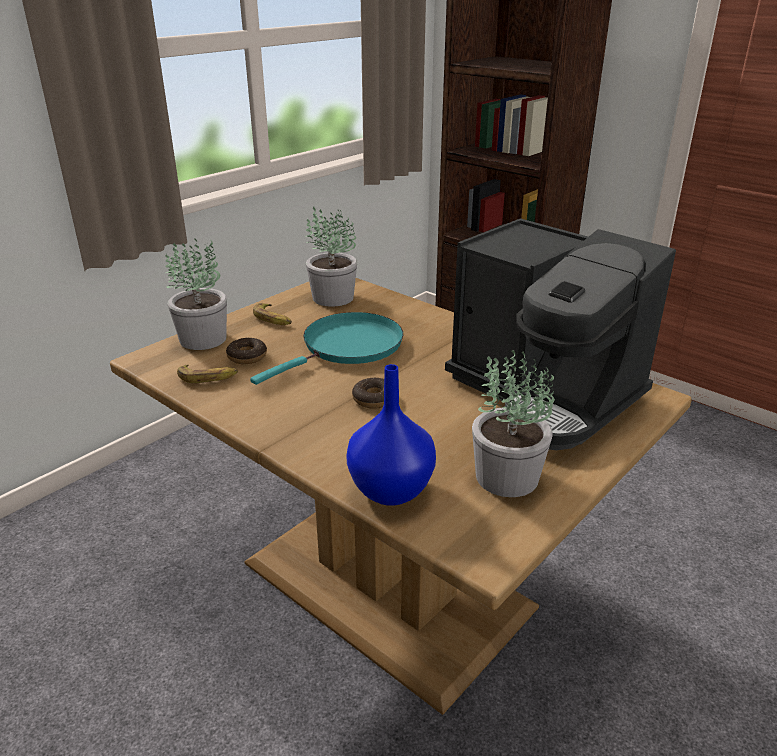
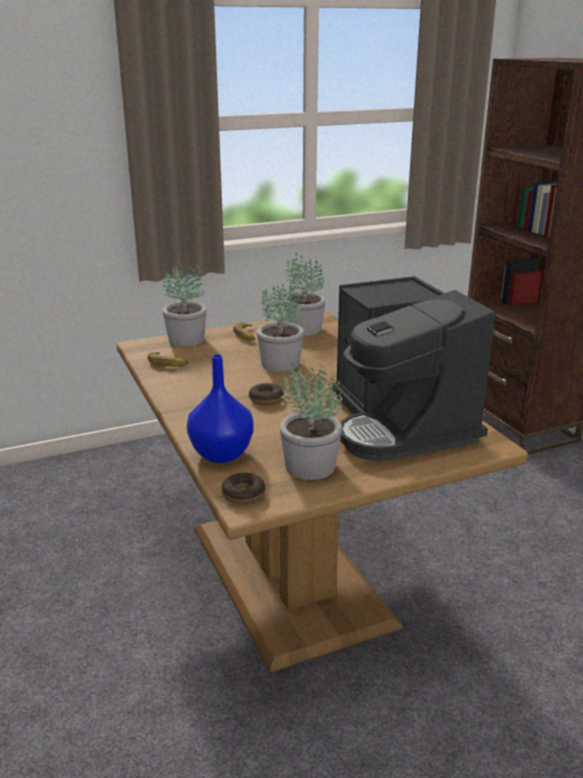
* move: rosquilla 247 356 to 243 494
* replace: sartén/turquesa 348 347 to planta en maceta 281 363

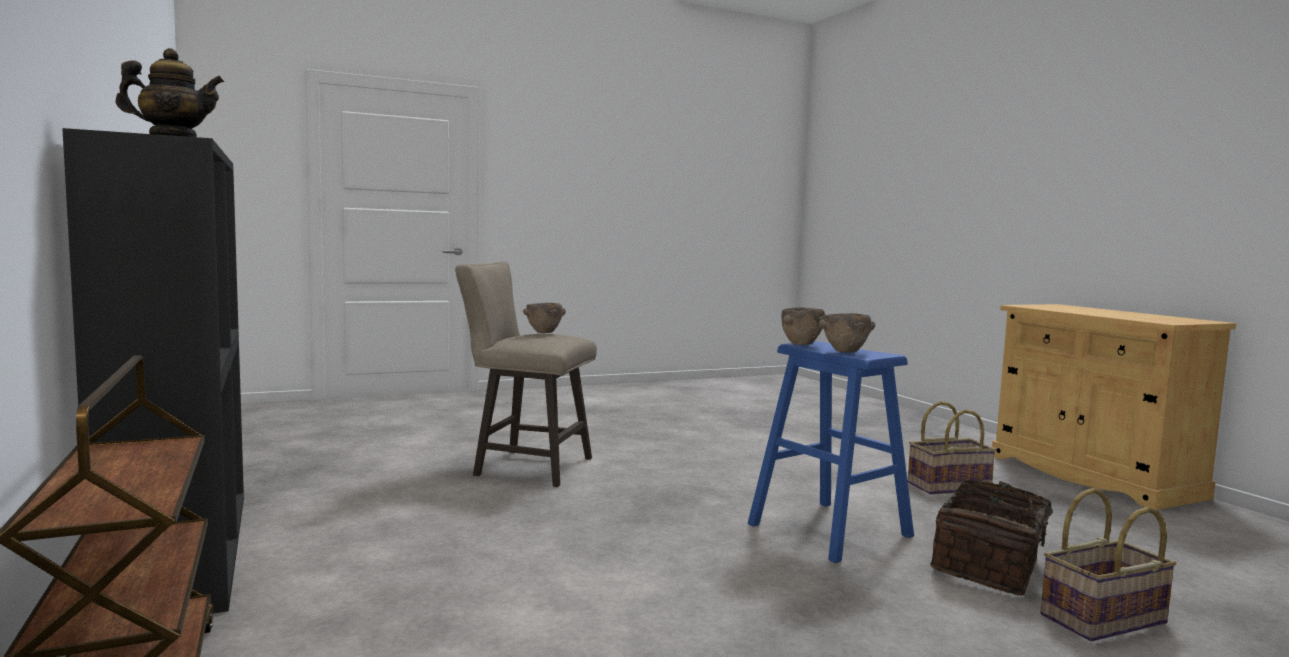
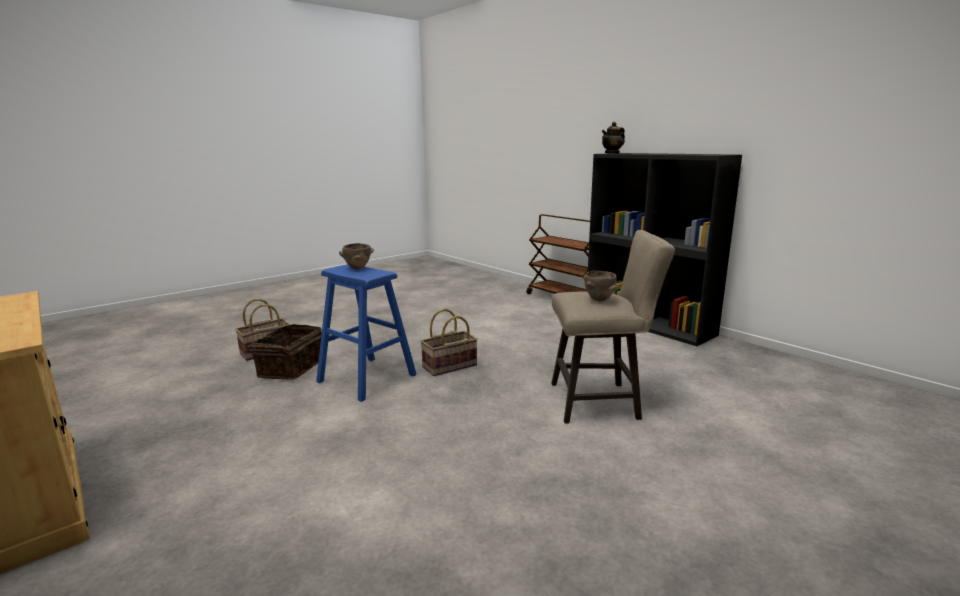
* delete: cuenco/marrón 801 345
* move: cesta 948 486 to 450 366

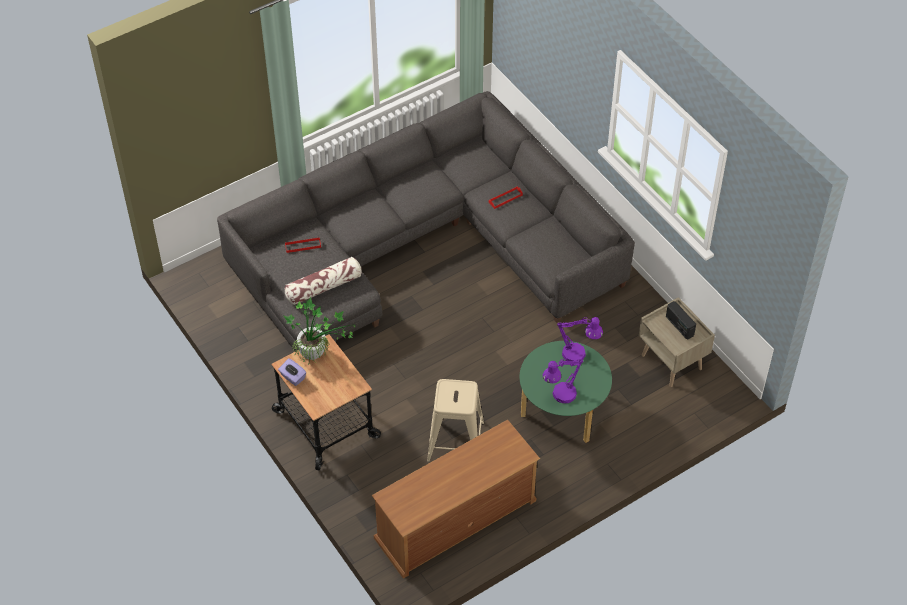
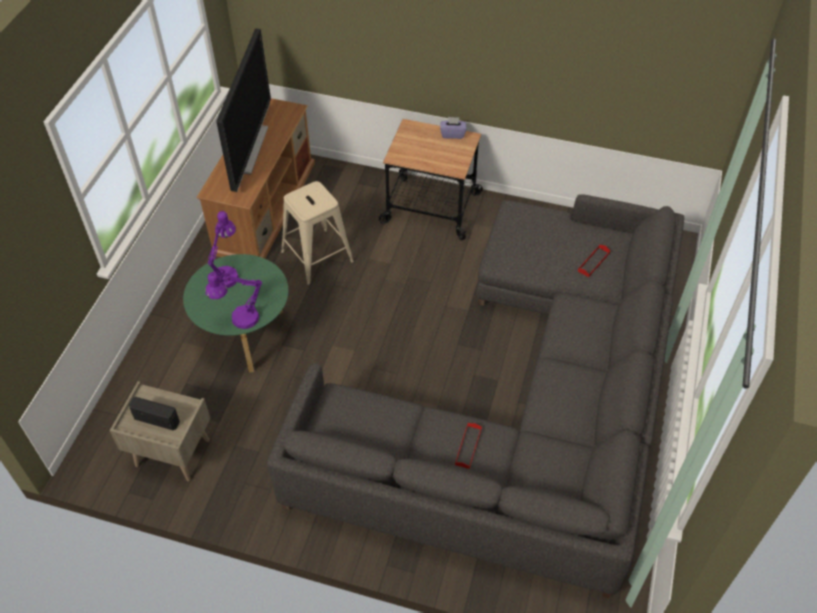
* delete: planta en maceta 318 352
* delete: cojín 324 287
* insert: televisor 249 149

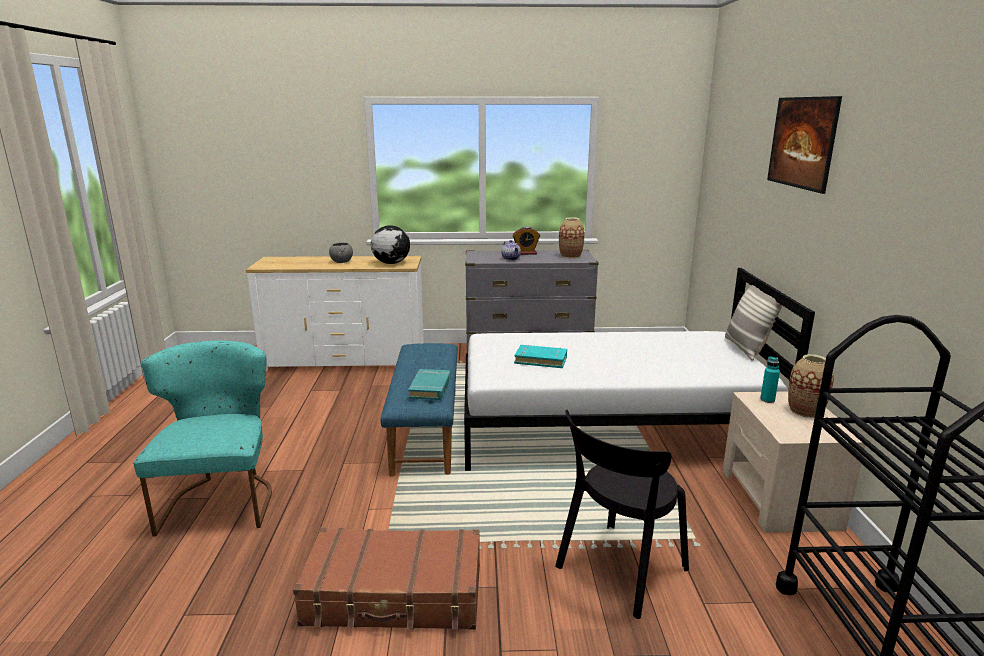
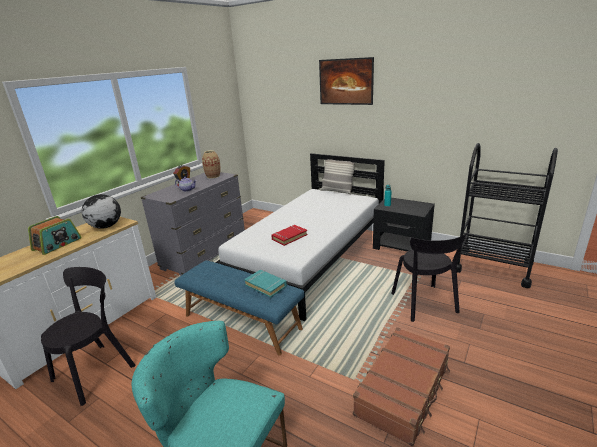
* delete: florero 805 411
* insert: silla/negro 97 370
* replace: cuenco/gris 342 262 to radio 57 244
* recolor: libro/turquesa 541 360 to libro/rojo 289 237
* recolor: mesita de noche/beis 779 499 to mesita de noche/negro 402 246

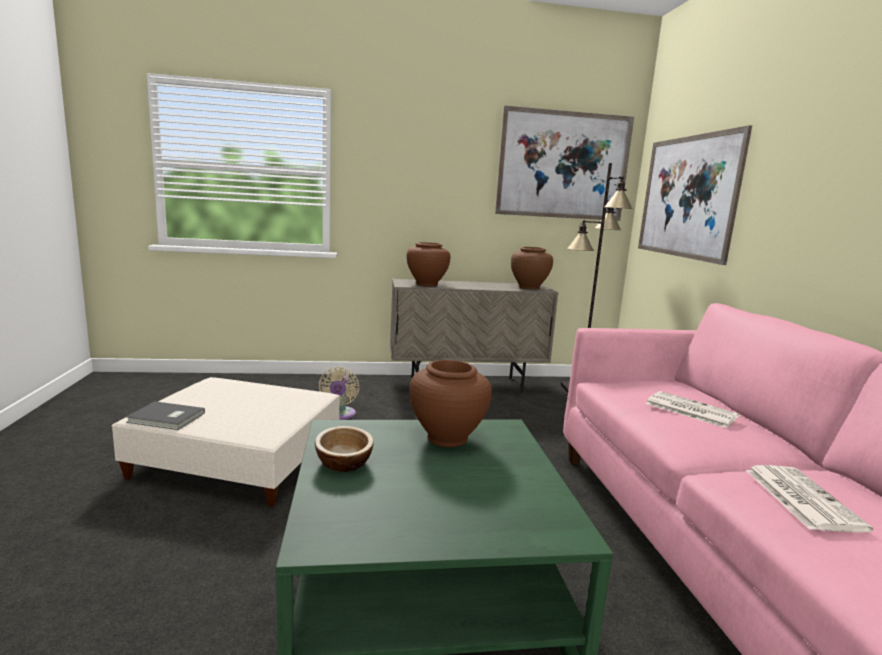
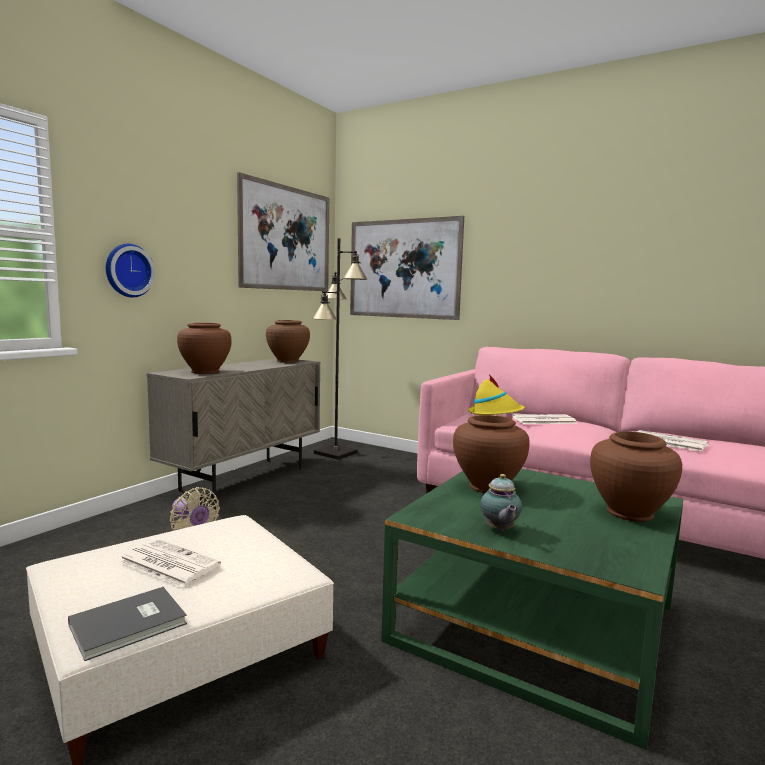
* insert: reloj de pared 127 270
* insert: periódico 167 563
* insert: sombrero/amarillo 495 414
* insert: florero/marrón 629 513
* replace: cuenco 343 463 to tetera 499 530

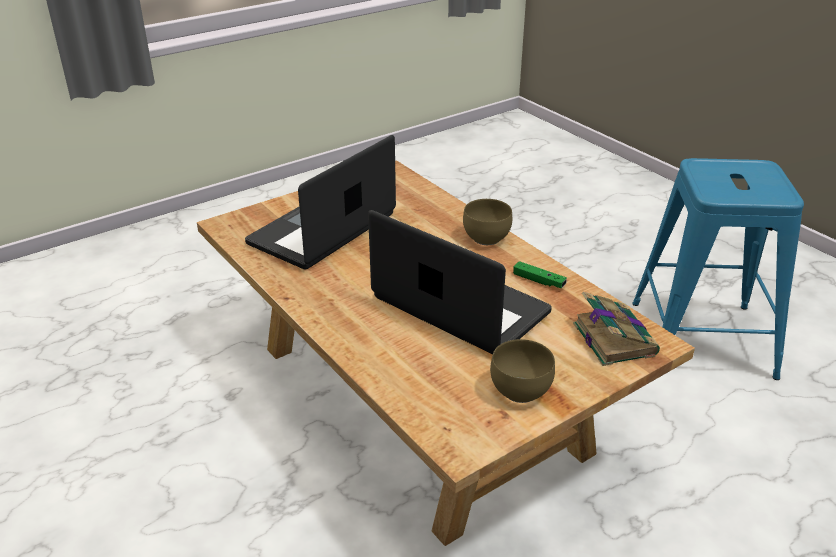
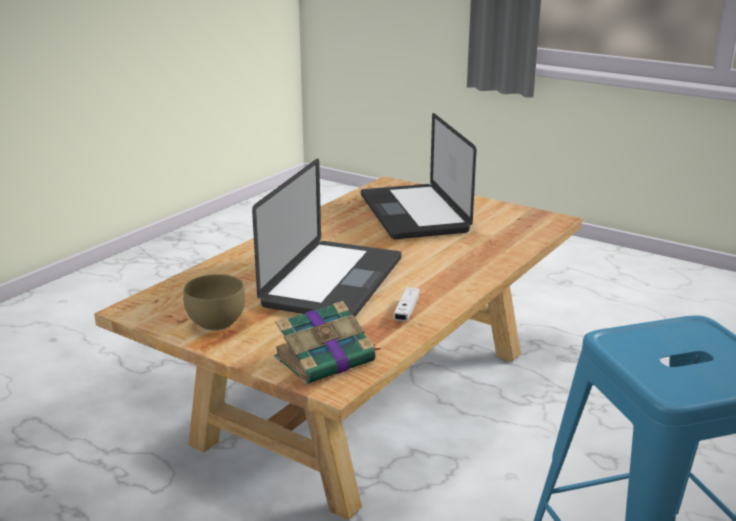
* delete: cuenco/marrón 488 239
* recolor: mando de consola/verde 539 281 to mando de consola/blanco 406 311
* rotate: portátil 322 229 = 413 213 120 degrees counterclockwise

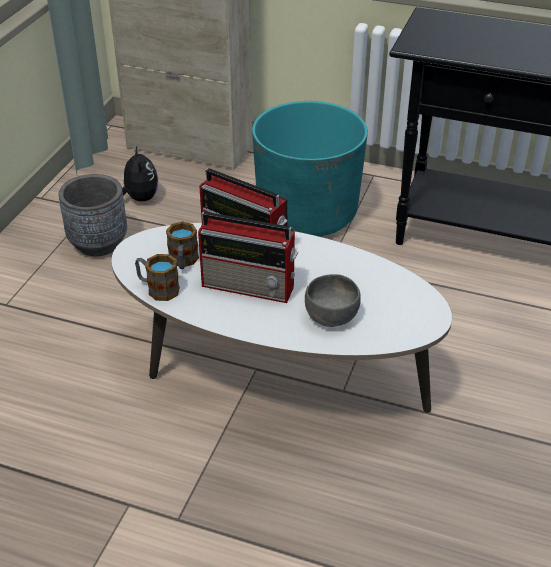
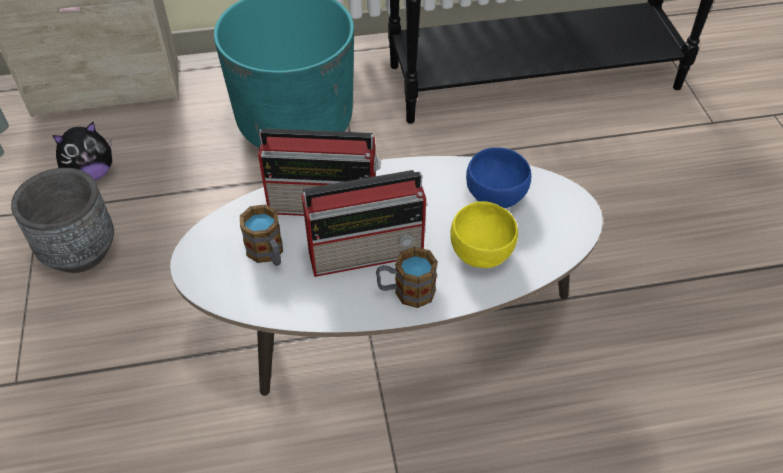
* insert: cuenco/azul 496 195
* move: taza grande 157 289 to 406 291
* recolor: cuenco/gris 332 316 to cuenco/amarillo 481 251
* rotate: peluche 140 198 = 91 174 105 degrees clockwise

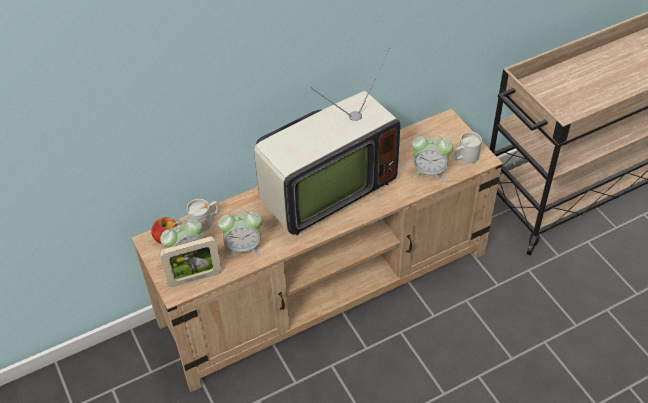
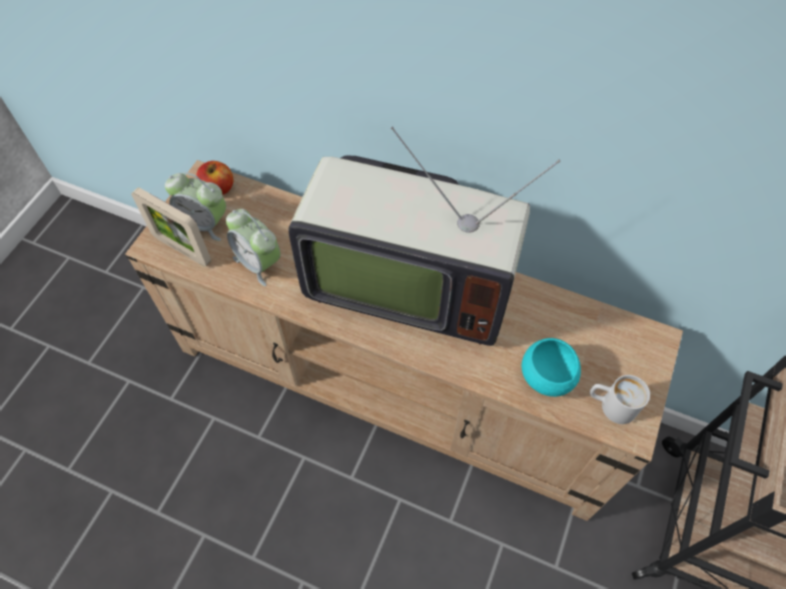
* delete: taza grande/blanco 205 221
* replace: despertador 429 171 to cuenco/turquesa 546 377

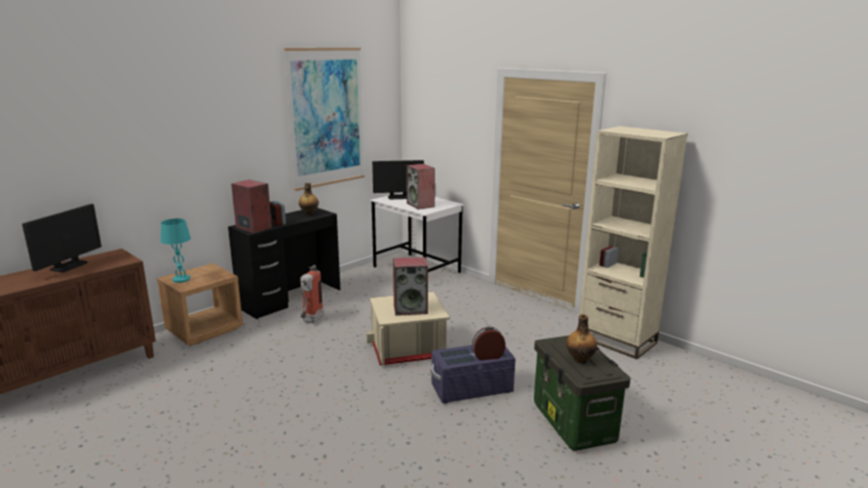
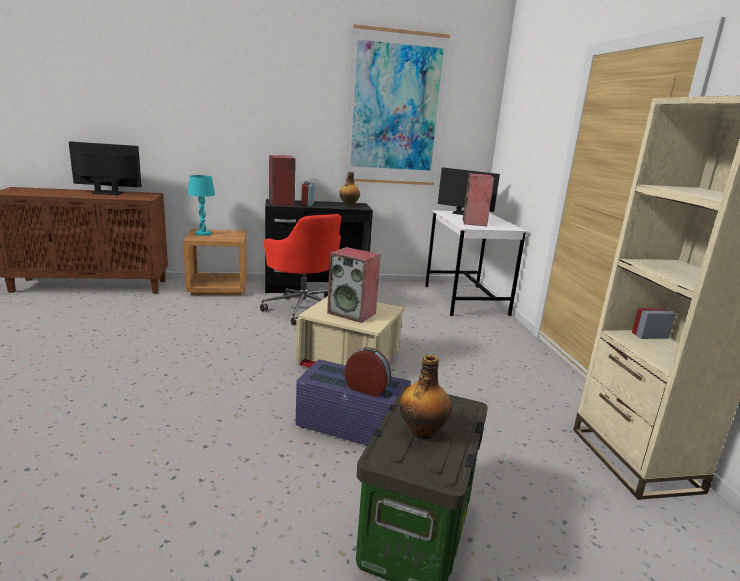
* replace: extintor 311 320 to silla de oficina/rojo 303 308
* rotate: monitor 69 266 = 107 193 150 degrees counterclockwise

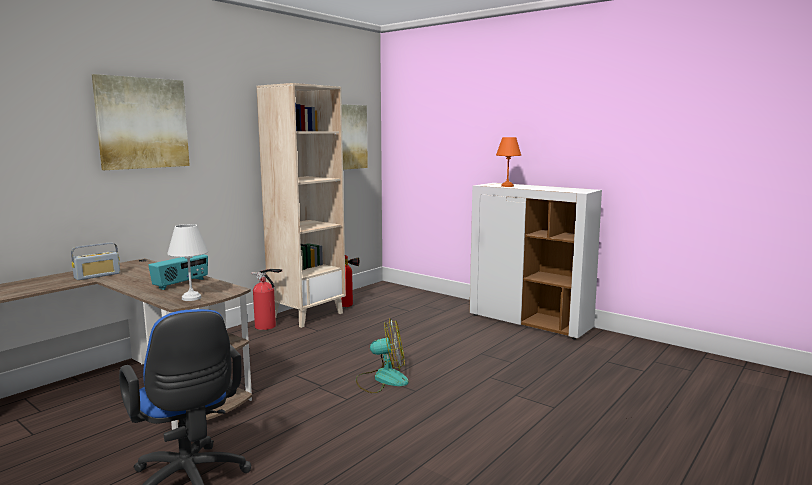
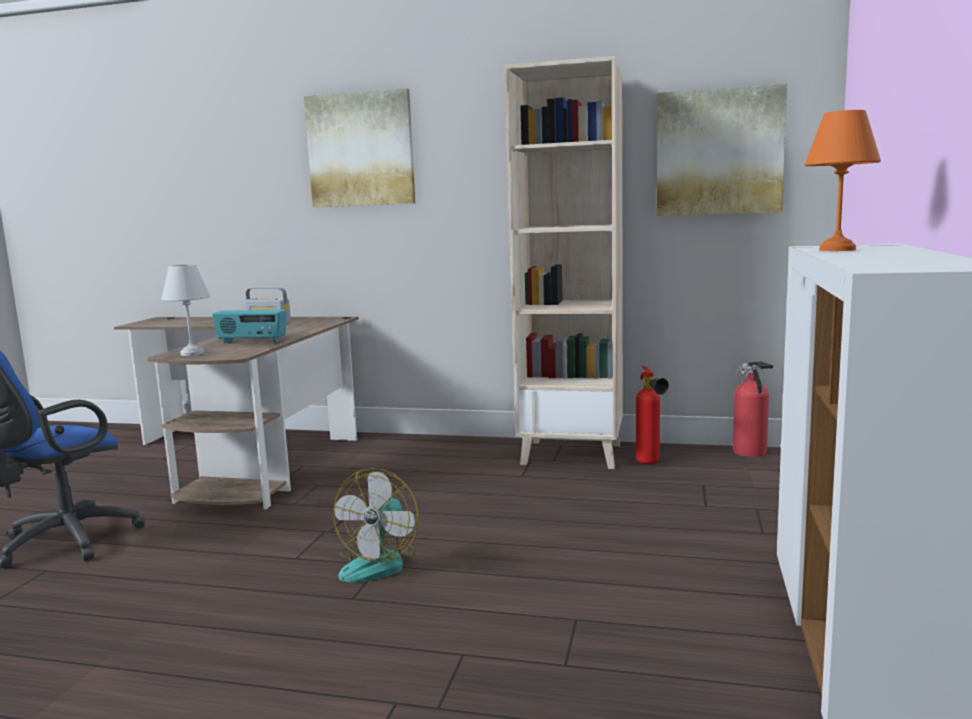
* move: extintor 267 326 to 751 453
* rotate: ventilador 382 379 = 379 563 45 degrees clockwise

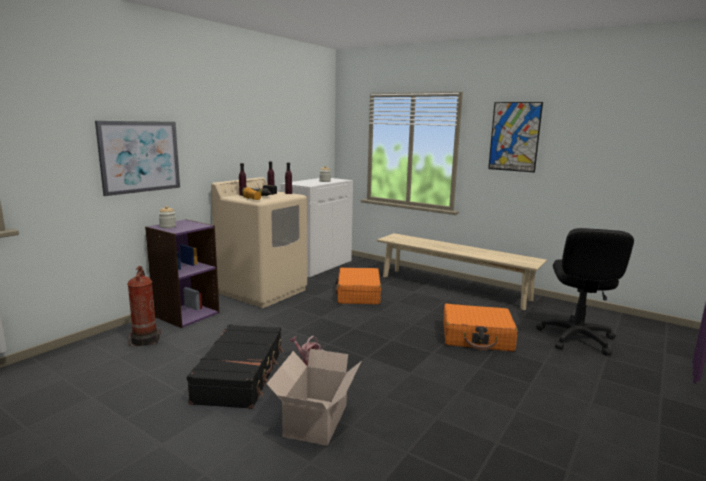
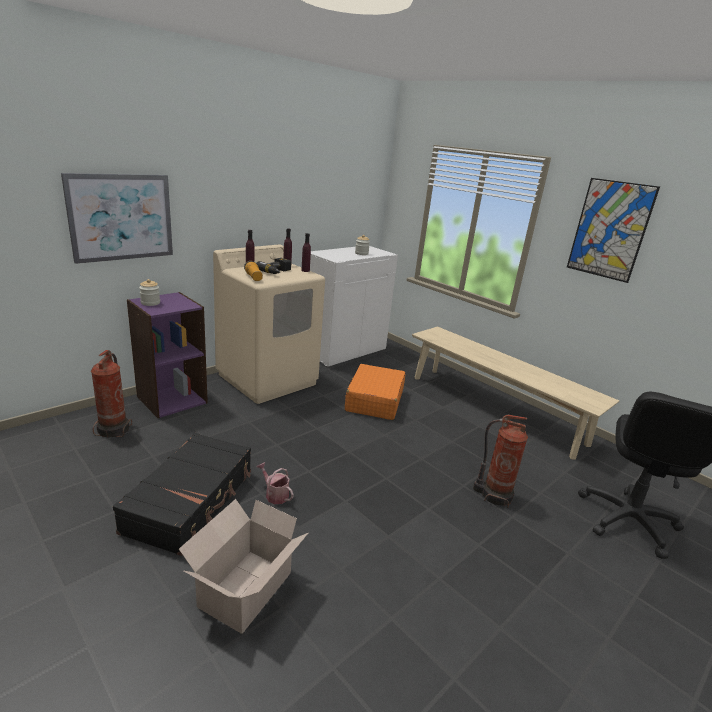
* replace: maleta/naranja 477 337 to extintor 494 494

